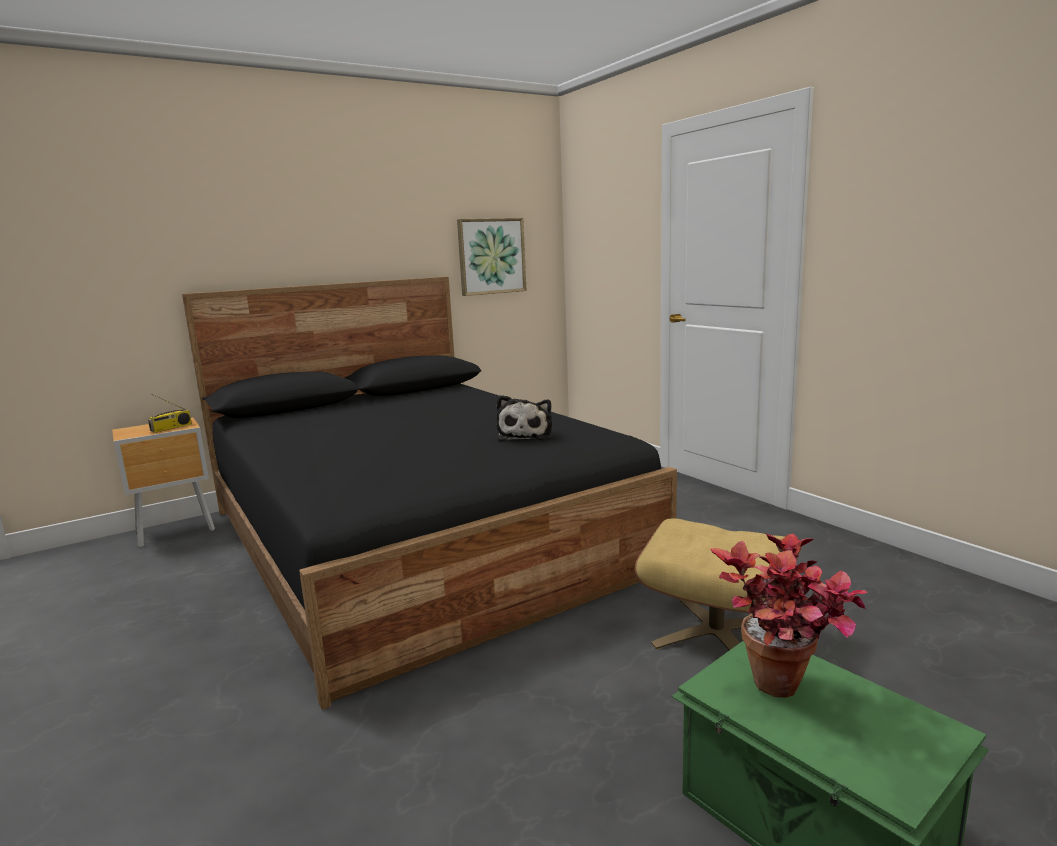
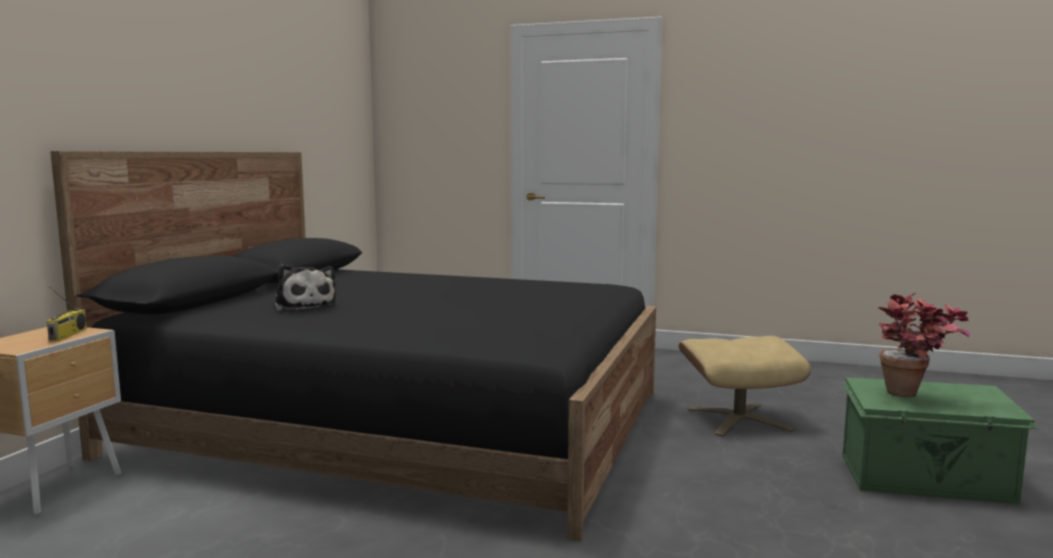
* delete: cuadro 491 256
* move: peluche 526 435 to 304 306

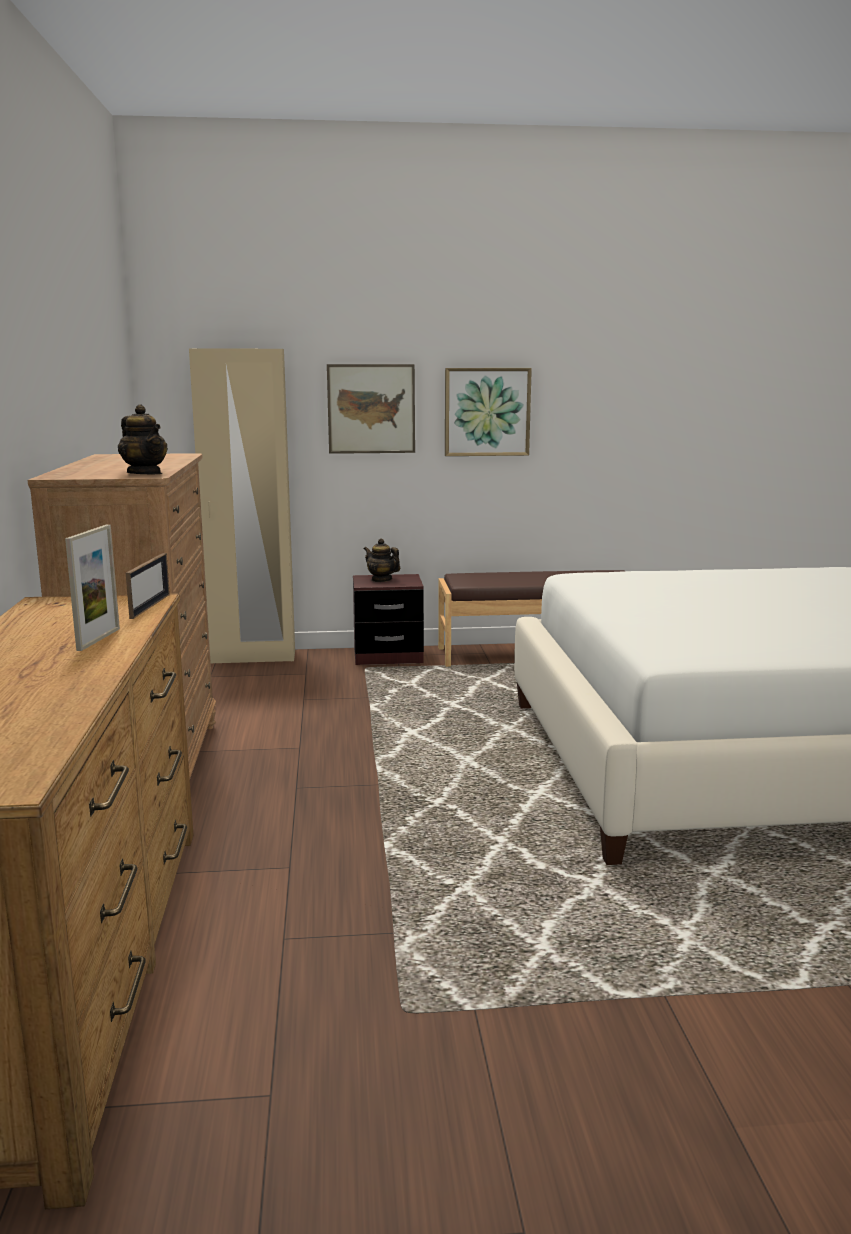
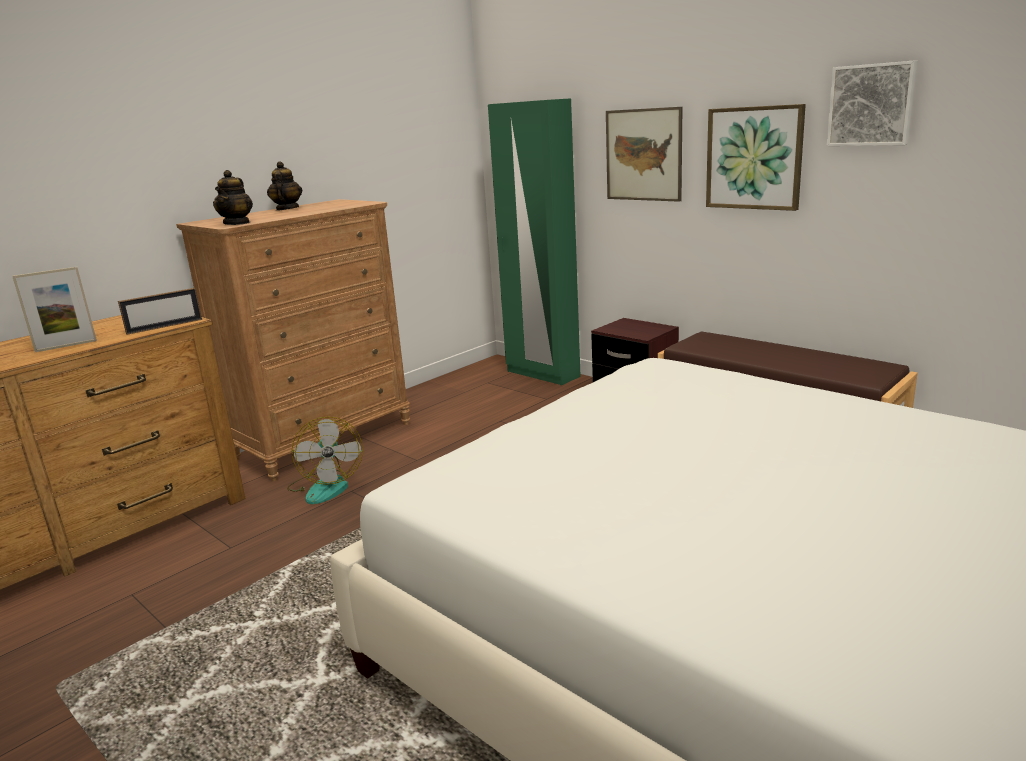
* insert: ventilador 326 486
* insert: cuadro 871 105
* move: tetera 381 580 to 287 209
* recolor: armario ropero/beis 252 657 to armario ropero/verde 542 374

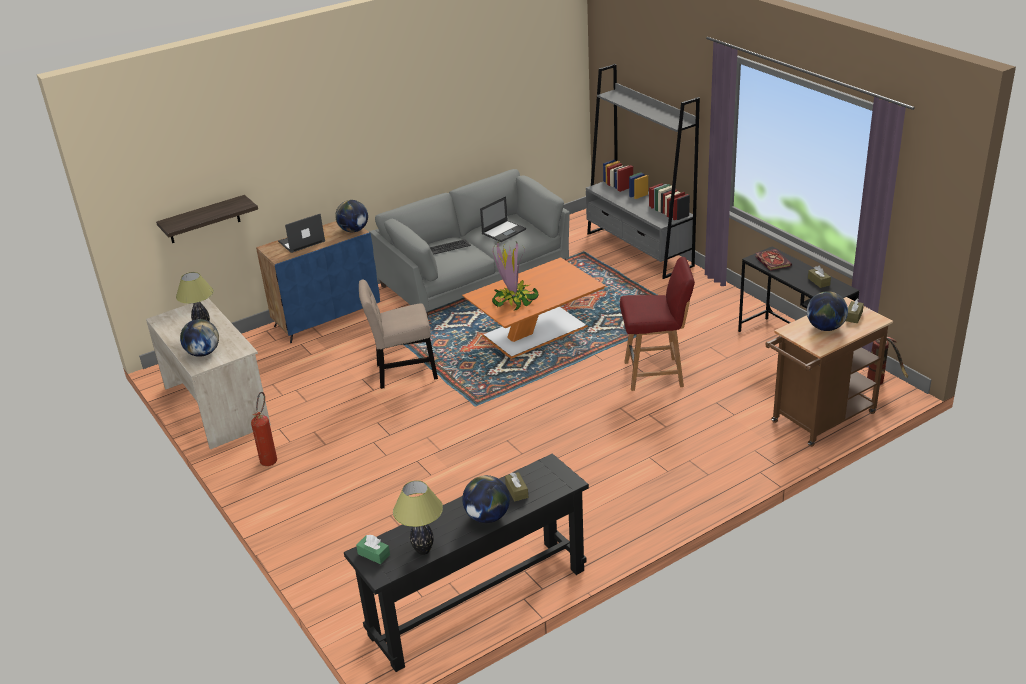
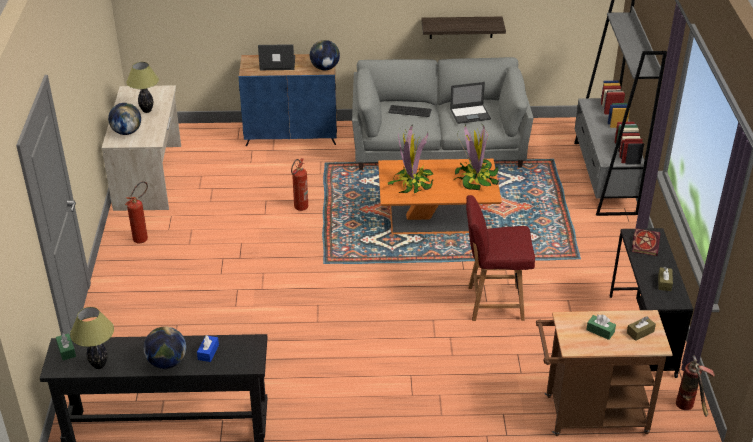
* insert: planta en maceta 475 178
* move: estante 203 219 to 461 27
* replace: silla/beis 403 373 to extintor 299 209
* replace: globo terráqueo 825 328 to caja de pañuelos/verde 600 331
* recolor: caja de pañuelos/marrón 517 491 to caja de pañuelos/azul 208 352
* rotate: silla/rojo 655 374 = 493 303 150 degrees clockwise

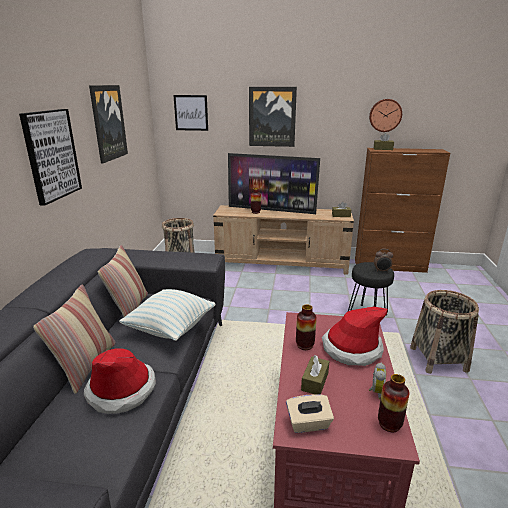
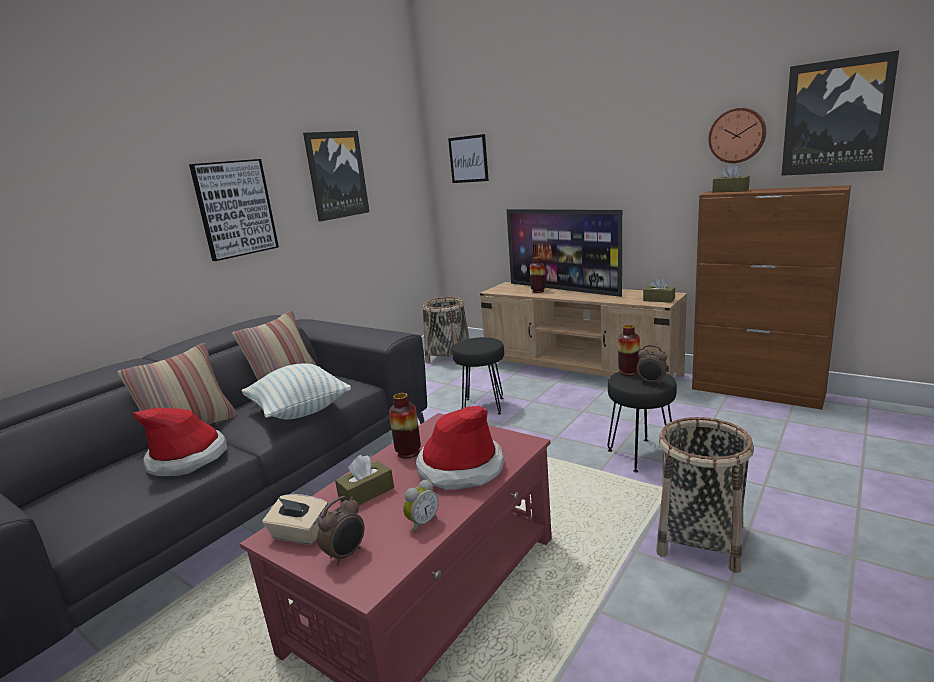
* insert: despertador 346 554
* insert: taburete/negro 482 406
* move: cuadro 272 117 to 836 117
* move: florero 389 424 to 628 372

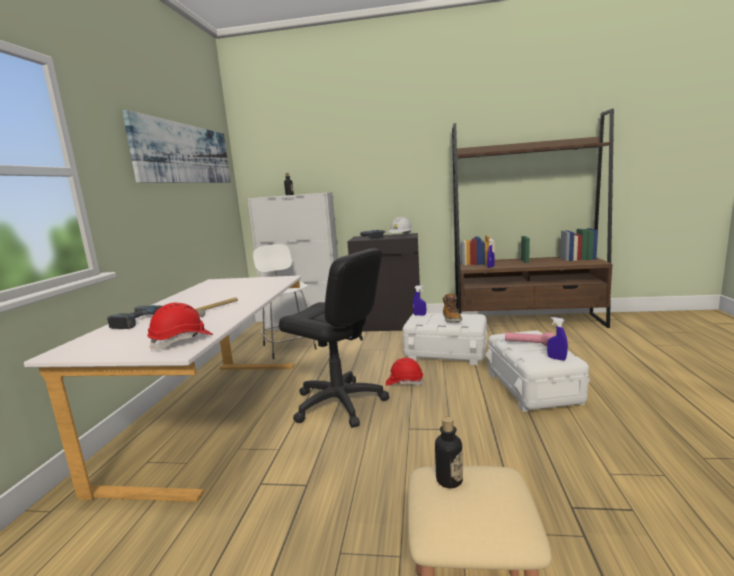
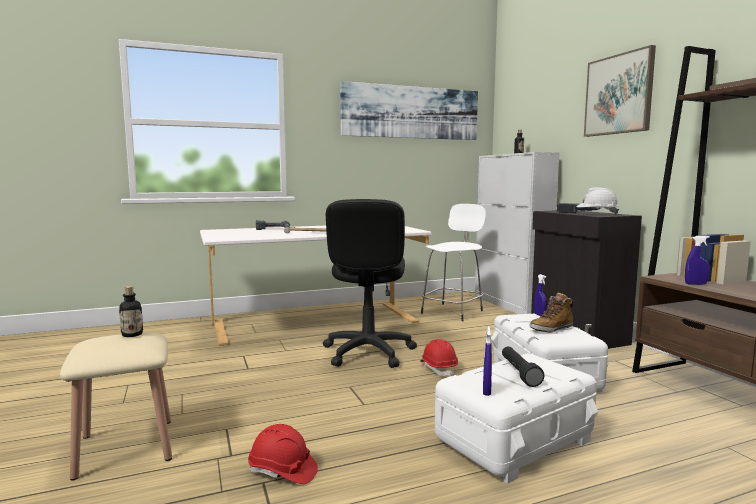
* insert: cuadro 618 94
* move: casco/rojo 182 341 to 282 471
* recolor: linterna/rosa 528 344 to linterna/negro 519 373

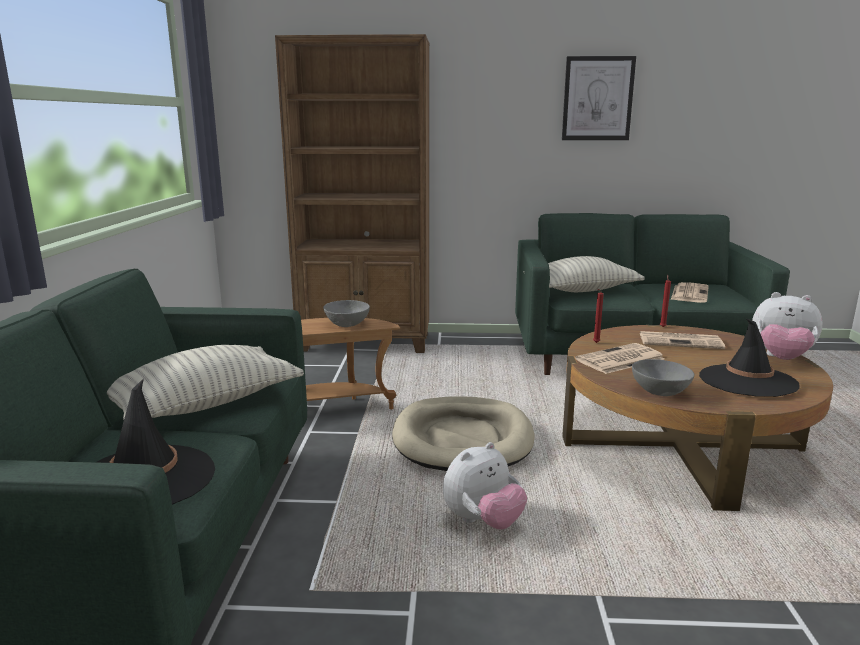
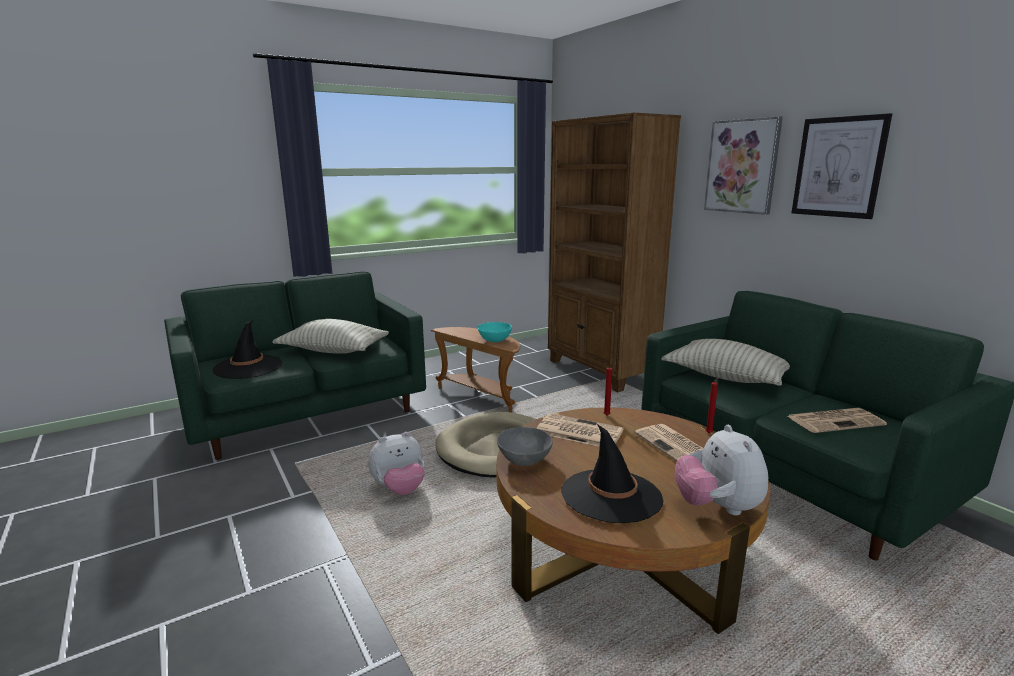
* insert: cuadro 742 166
* recolor: cuenco/gris 347 324 to cuenco/turquesa 495 340
* rotate: peluche 483 521 = 400 489 45 degrees counterclockwise

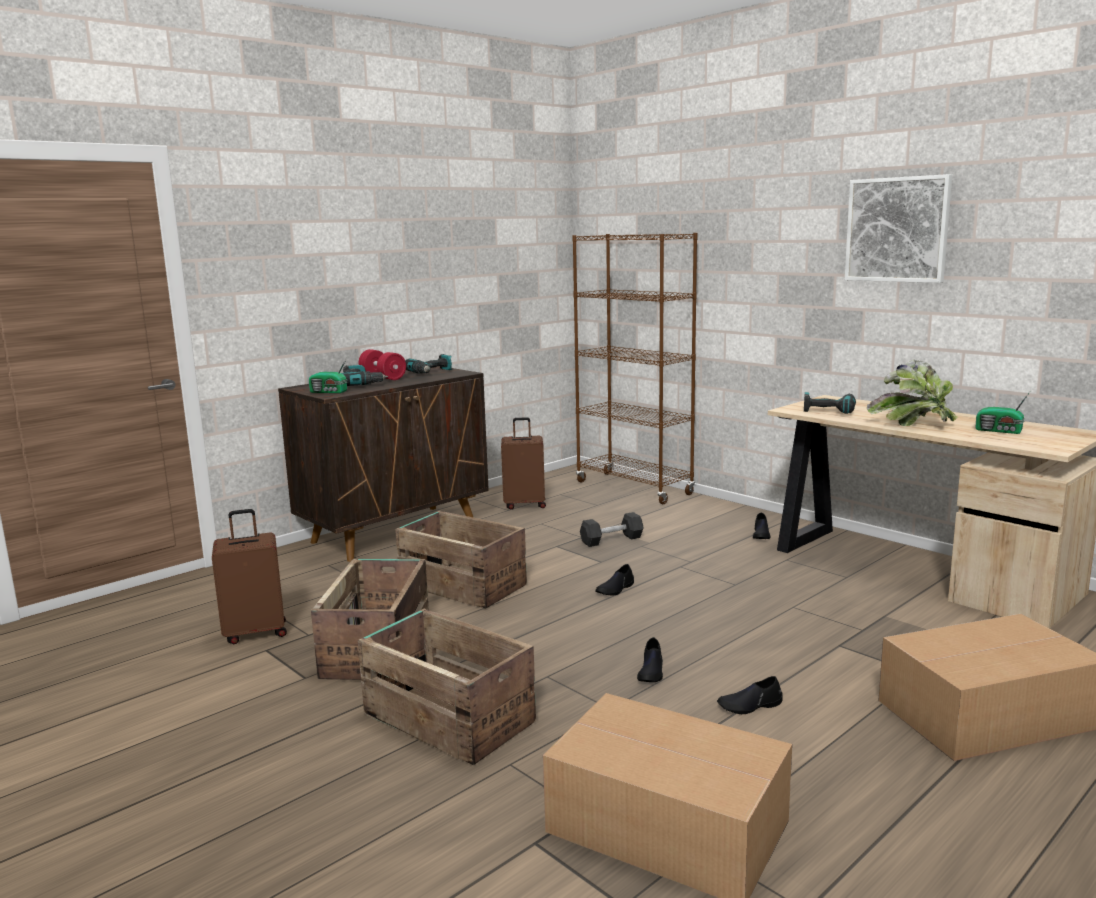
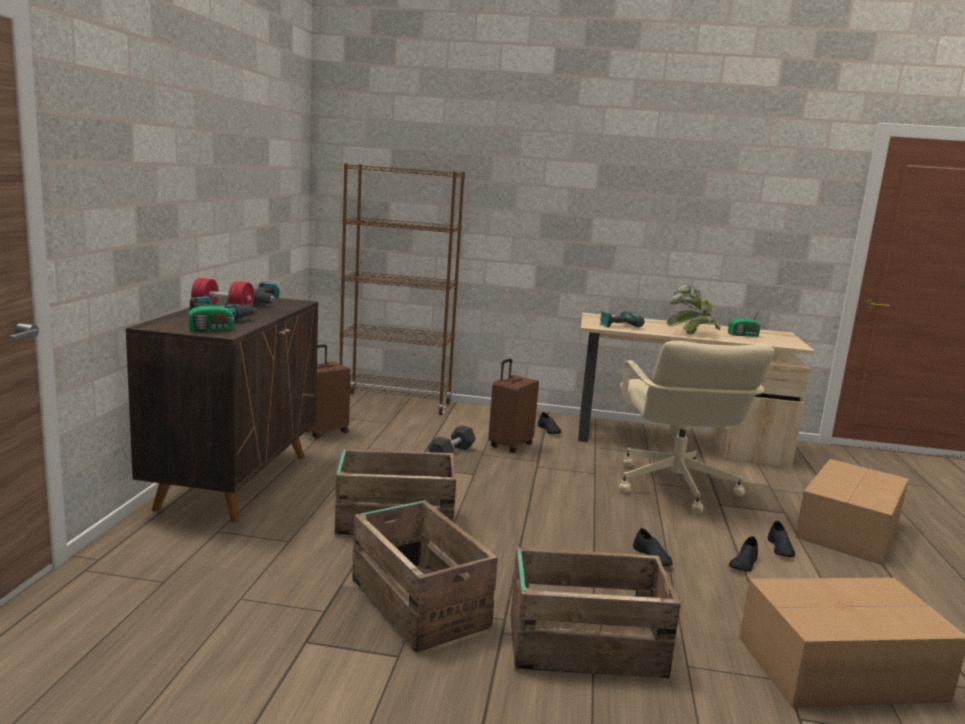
* delete: cuadro 897 230
* insert: silla de oficina/beis 674 487
* move: maleta/marrón 255 632 to 509 445
* move: zapato/negro 615 589 to 780 548

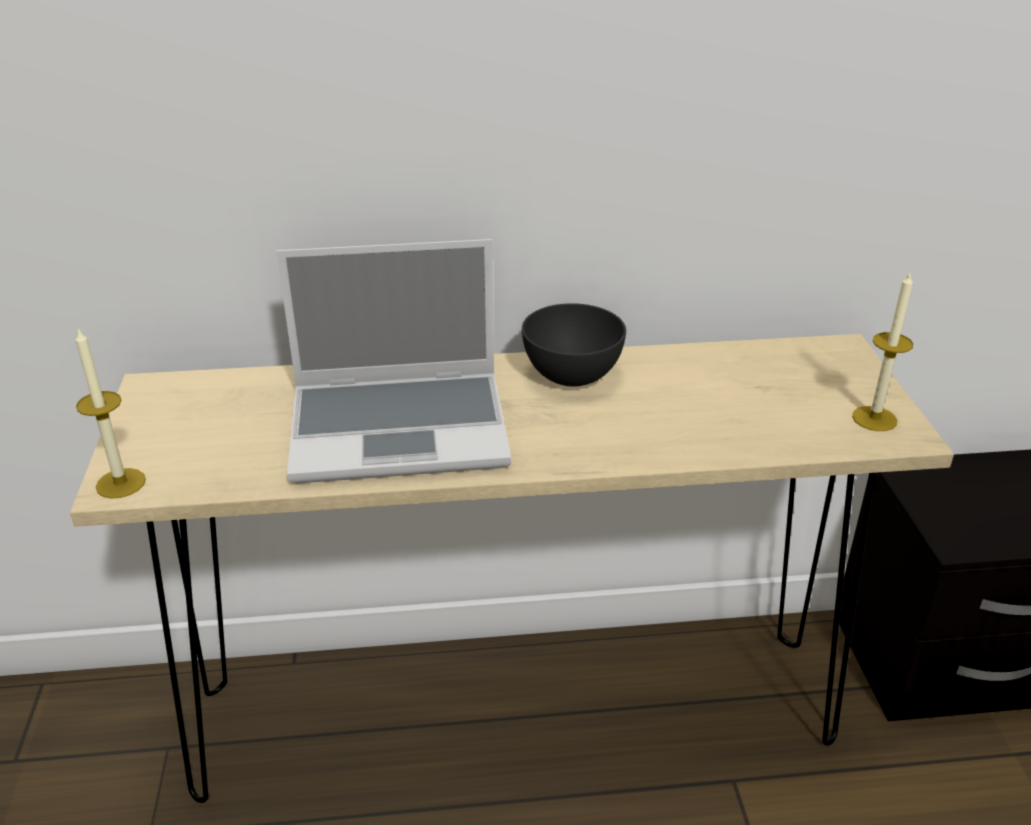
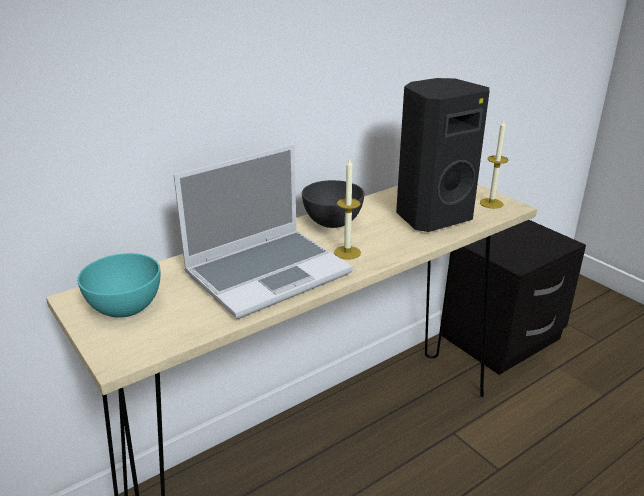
* insert: cuenco/turquesa 126 308
* insert: altavoz/negro 431 216
* move: vela 120 483 to 347 252

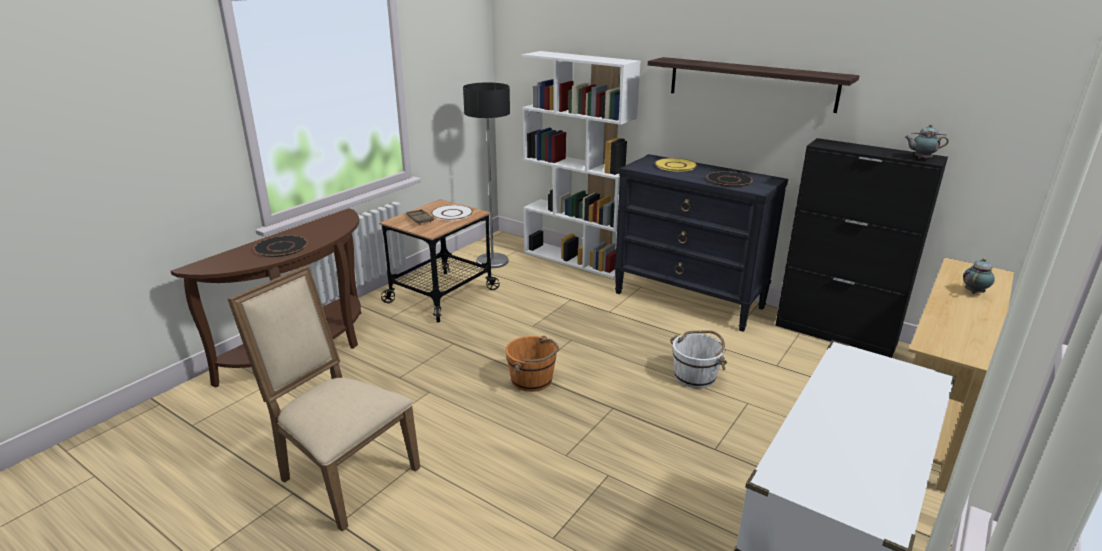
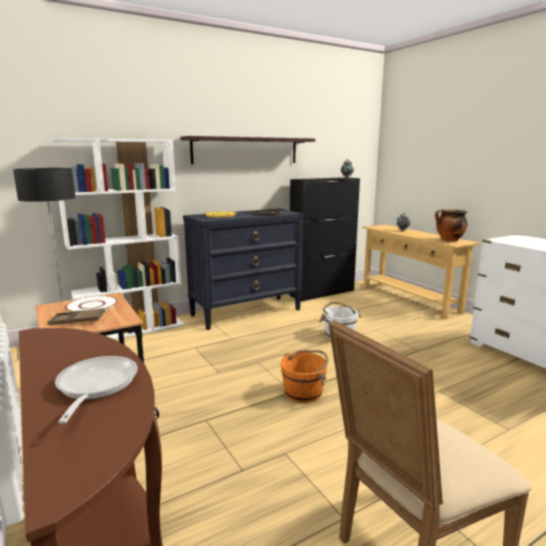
* insert: olla 449 240
* replace: plato/negro 281 247 to sartén 95 387

